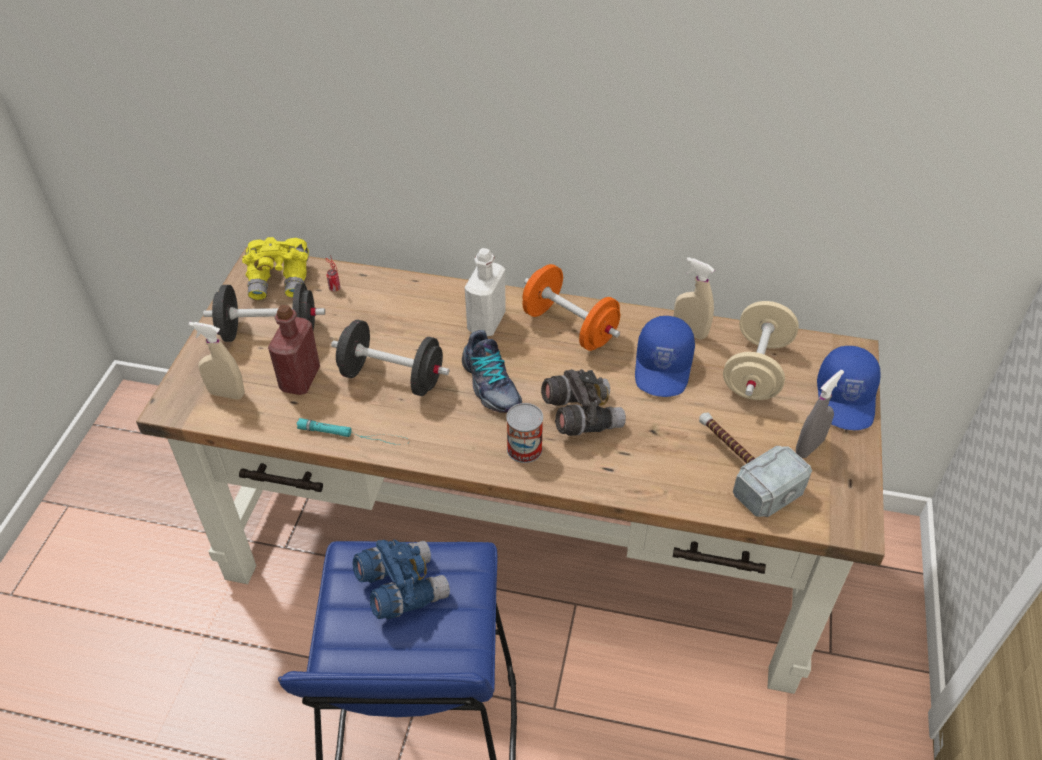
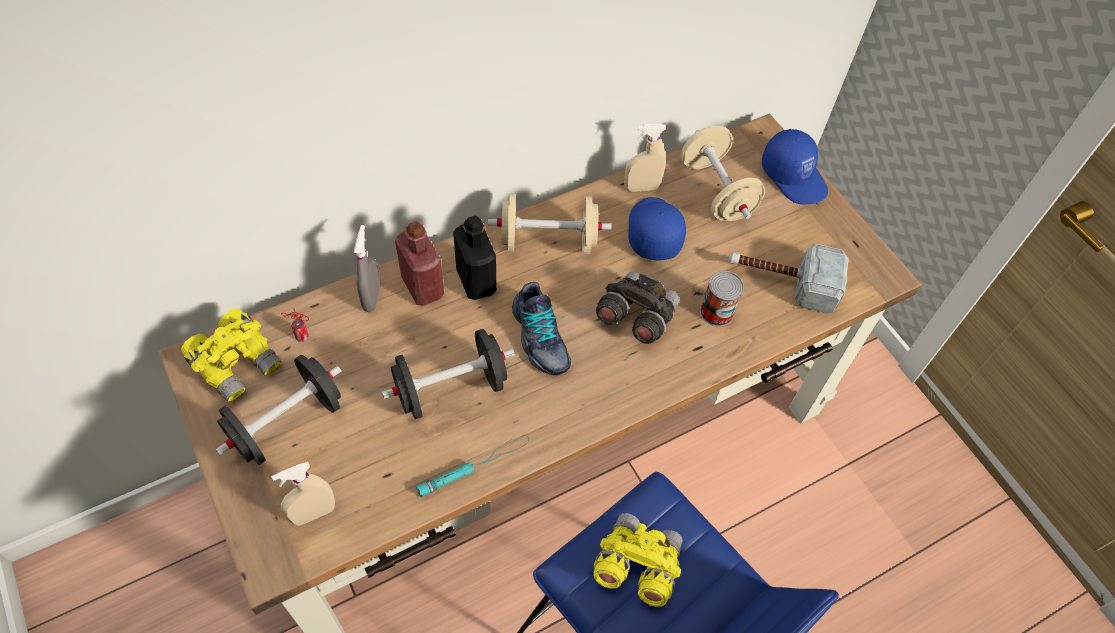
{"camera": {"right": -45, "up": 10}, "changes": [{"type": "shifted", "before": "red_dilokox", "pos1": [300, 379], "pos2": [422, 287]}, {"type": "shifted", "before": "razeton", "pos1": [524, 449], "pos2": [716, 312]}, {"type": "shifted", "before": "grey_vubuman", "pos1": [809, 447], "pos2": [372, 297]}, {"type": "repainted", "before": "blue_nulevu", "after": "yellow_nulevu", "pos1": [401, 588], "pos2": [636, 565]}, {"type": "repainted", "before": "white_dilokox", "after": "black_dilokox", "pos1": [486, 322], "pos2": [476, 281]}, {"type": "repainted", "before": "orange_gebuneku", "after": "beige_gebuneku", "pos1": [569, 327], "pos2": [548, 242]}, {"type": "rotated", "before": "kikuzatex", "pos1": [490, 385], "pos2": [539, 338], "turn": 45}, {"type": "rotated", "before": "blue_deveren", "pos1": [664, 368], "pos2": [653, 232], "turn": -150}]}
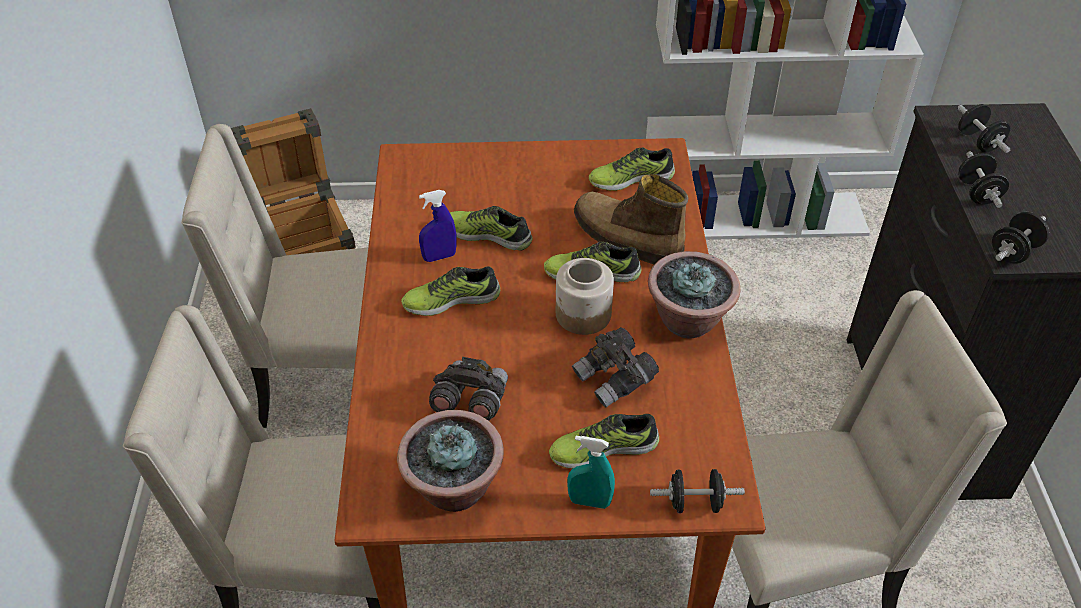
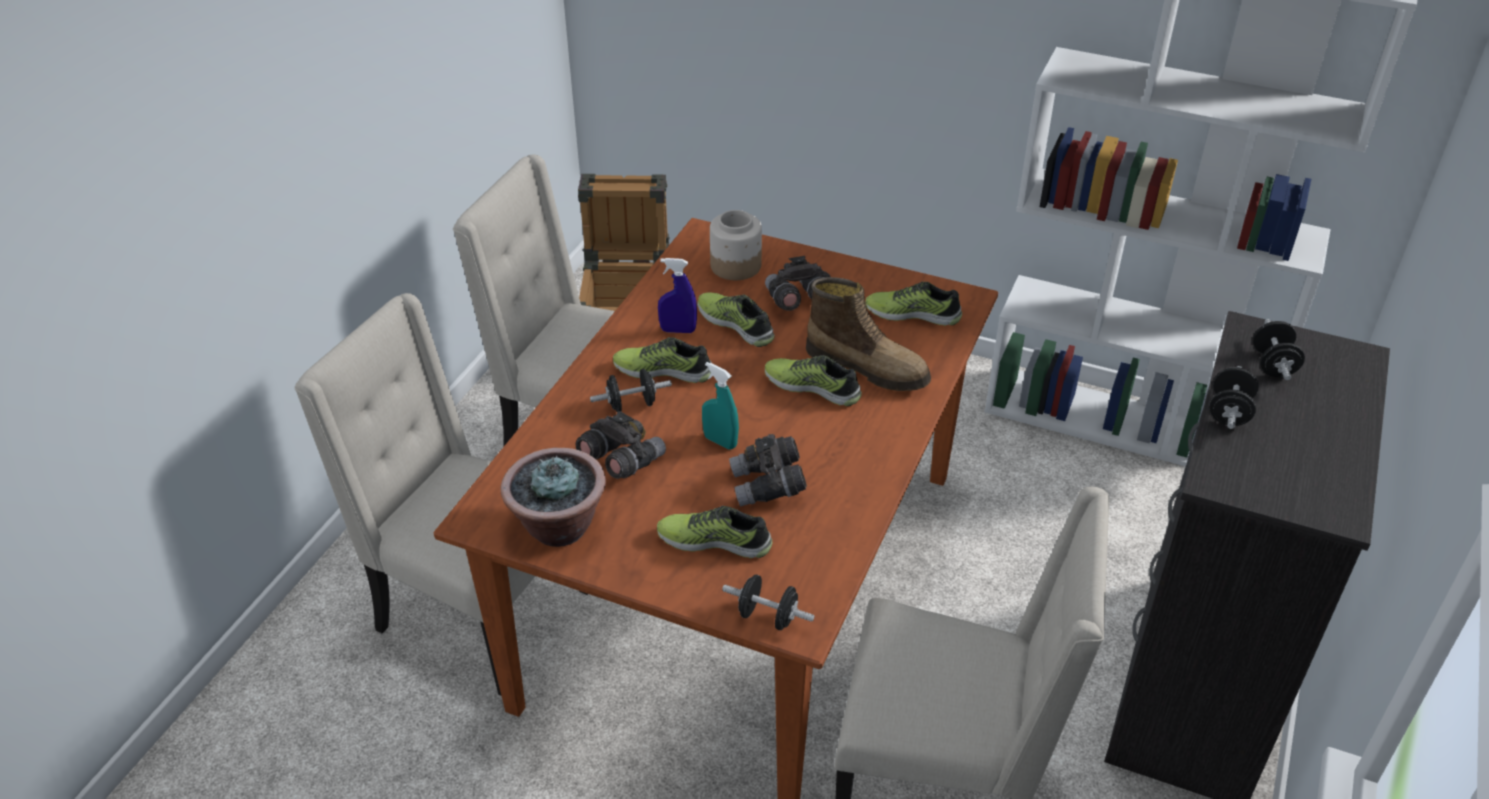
{"camera": {"right": 25, "up": -5}, "changes": [{"type": "gone", "before": "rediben", "pos1": [688, 321]}, {"type": "new", "after": "grey_nulevu", "pos2": [797, 302]}, {"type": "shifted", "before": "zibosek", "pos1": [583, 315], "pos2": [735, 266]}, {"type": "shifted", "before": "turquoise_vubuman", "pos1": [589, 501], "pos2": [720, 441]}, {"type": "shifted", "before": "black_gebuneku", "pos1": [1013, 252], "pos2": [631, 405]}, {"type": "rotated", "before": "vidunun", "pos1": [626, 239], "pos2": [868, 367], "turn": 150}]}
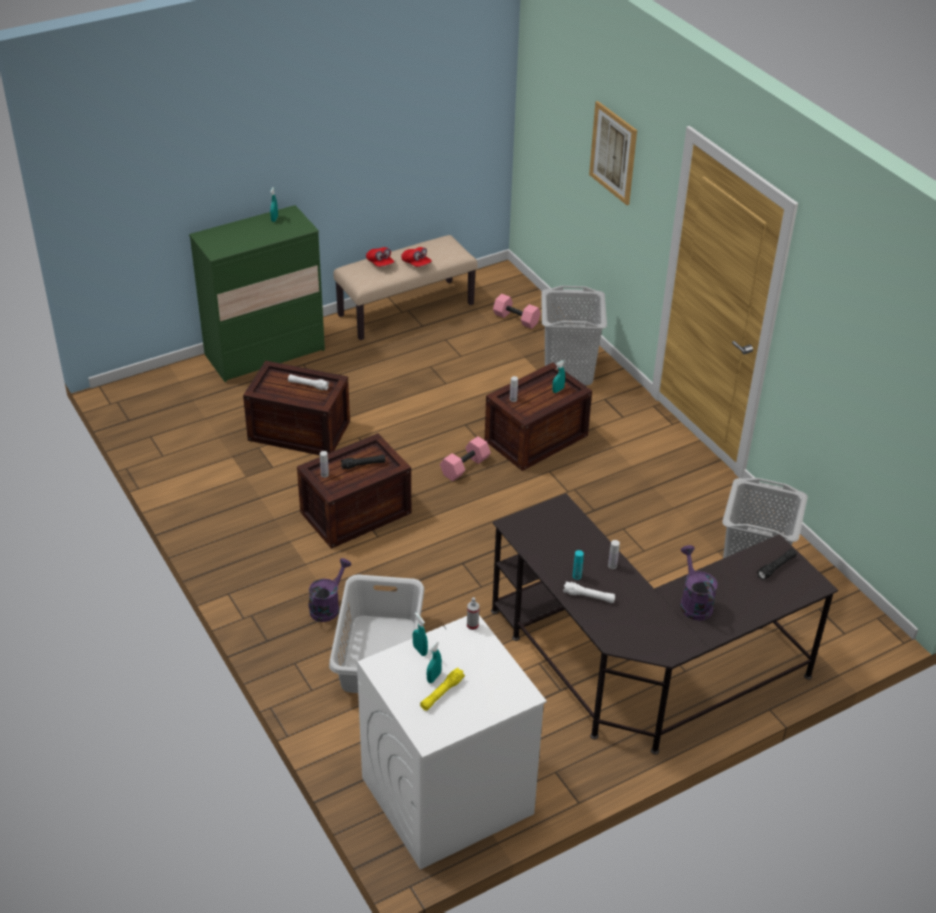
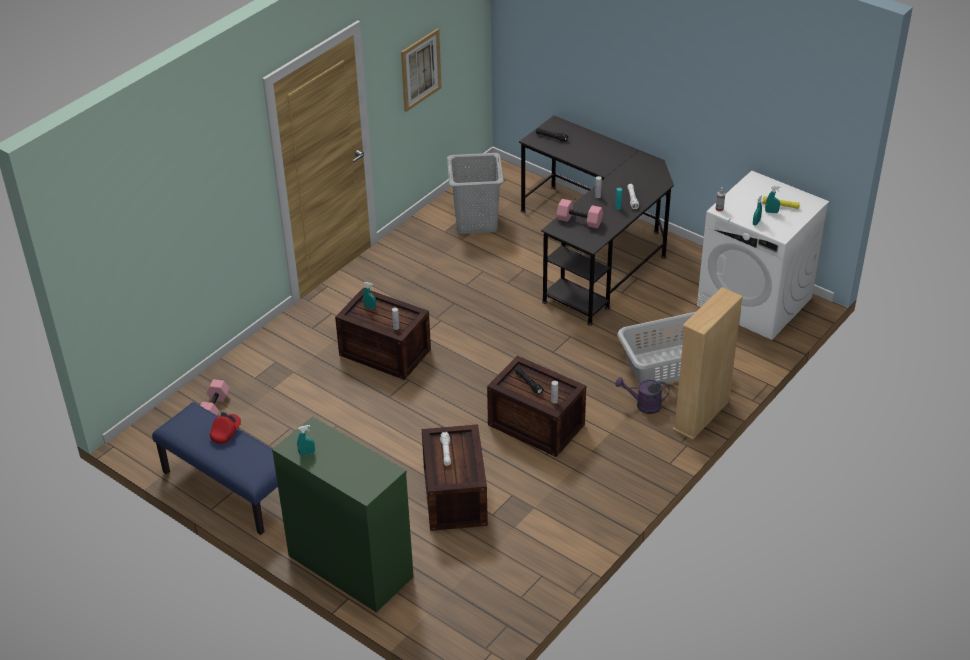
{"camera": {"right": -110, "up": 0}, "changes": [{"type": "gone", "before": "red_deveren", "pos1": [380, 263]}, {"type": "gone", "before": "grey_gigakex", "pos1": [569, 371]}, {"type": "gone", "before": "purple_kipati", "pos1": [693, 602]}, {"type": "new", "after": "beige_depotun", "pos2": [701, 415]}, {"type": "shifted", "before": "pink_gebuneku", "pos1": [465, 467], "pos2": [580, 220]}, {"type": "shifted", "before": "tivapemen", "pos1": [613, 153], "pos2": [420, 69]}, {"type": "repainted", "before": "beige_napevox", "after": "blue_napevox", "pos1": [406, 309], "pos2": [228, 488]}]}
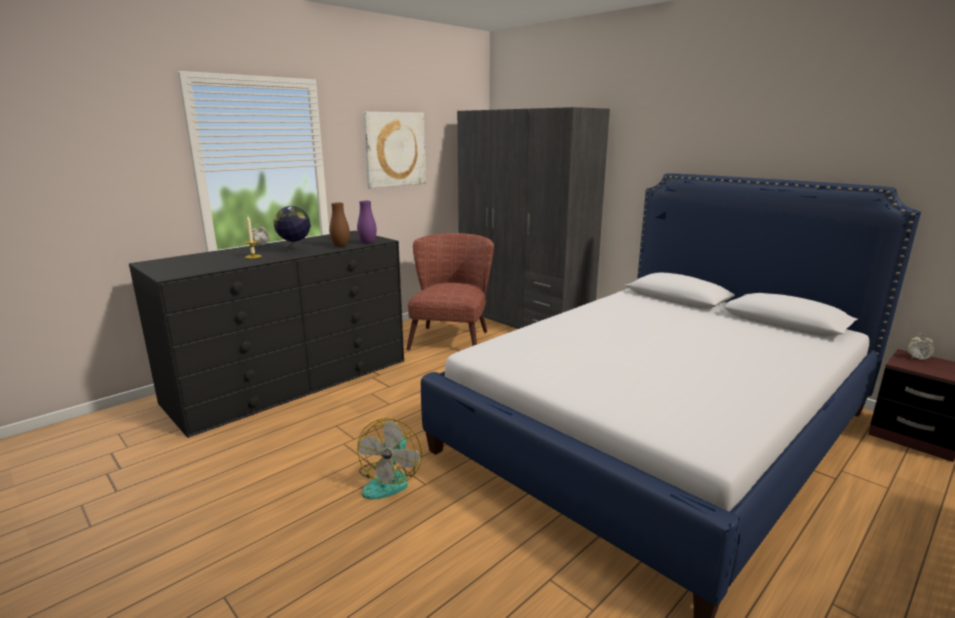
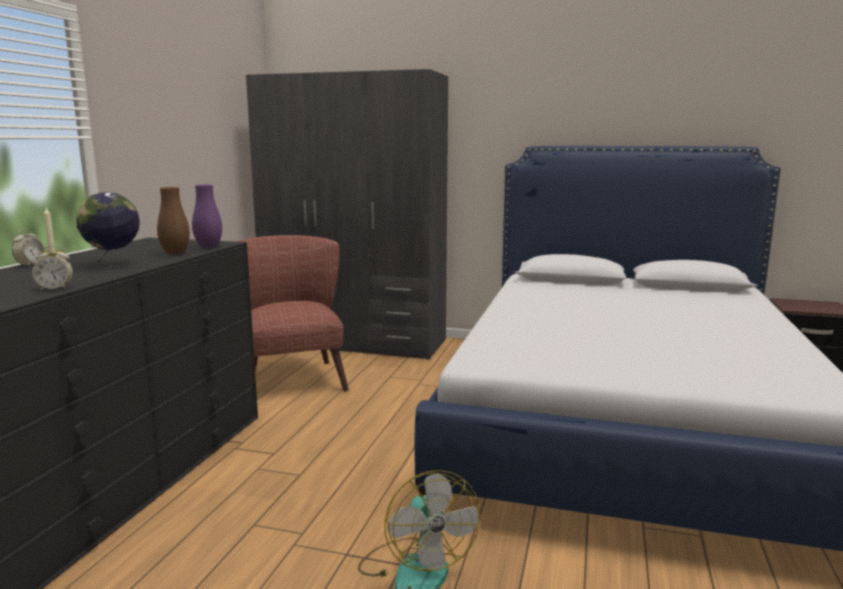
{"camera": {"right": -30, "up": -5}, "changes": [{"type": "gone", "before": "tivapemen", "pos1": [394, 149]}, {"type": "shifted", "before": "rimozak", "pos1": [917, 358], "pos2": [55, 288]}]}
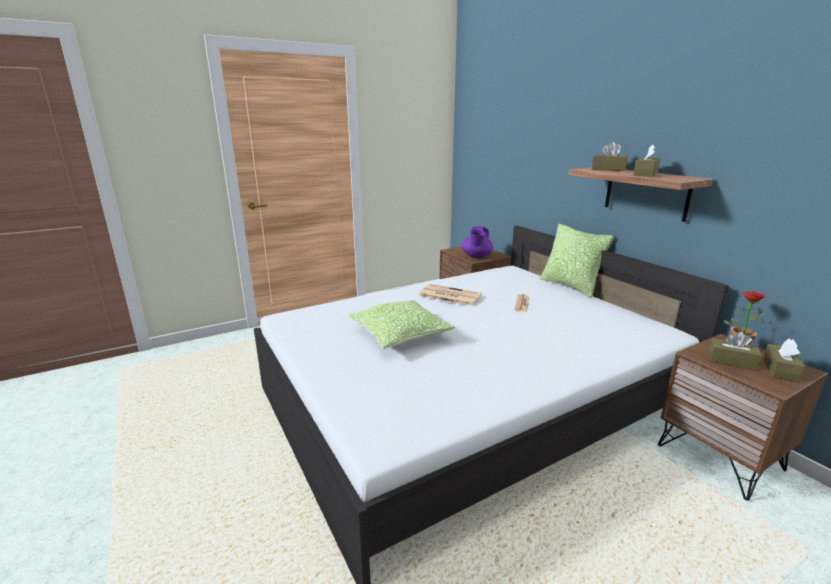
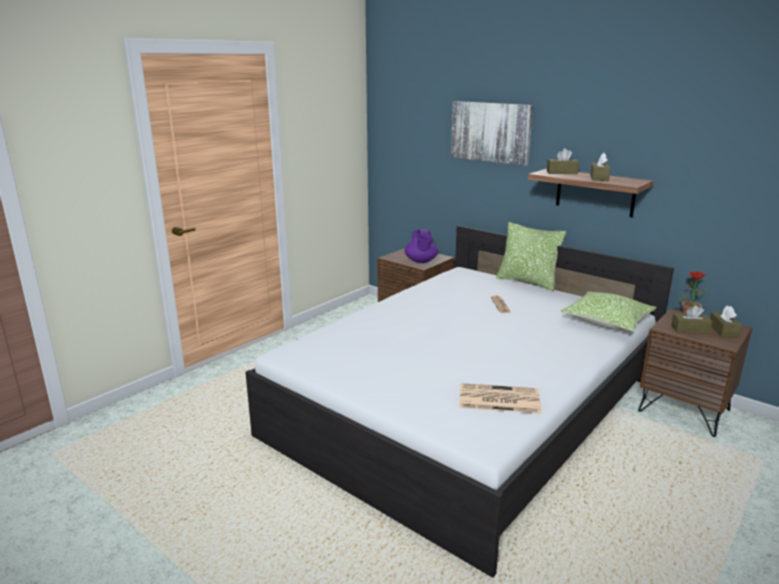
{"camera": {"right": -20, "up": 0}, "changes": [{"type": "new", "after": "tivapemen", "pos2": [491, 132]}, {"type": "shifted", "before": "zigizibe", "pos1": [400, 335], "pos2": [607, 321]}, {"type": "shifted", "before": "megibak", "pos1": [448, 295], "pos2": [497, 399]}]}
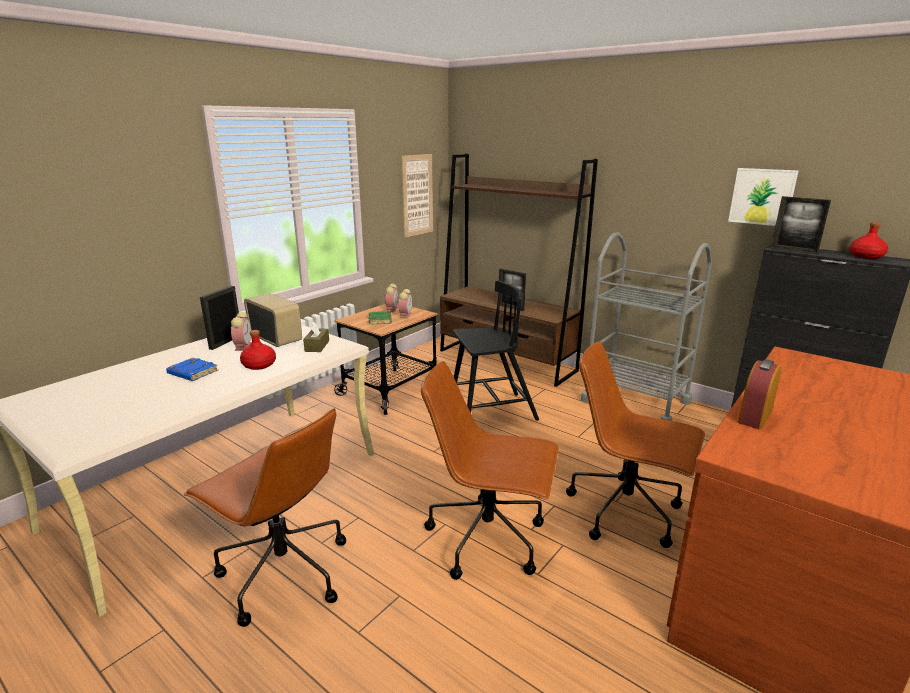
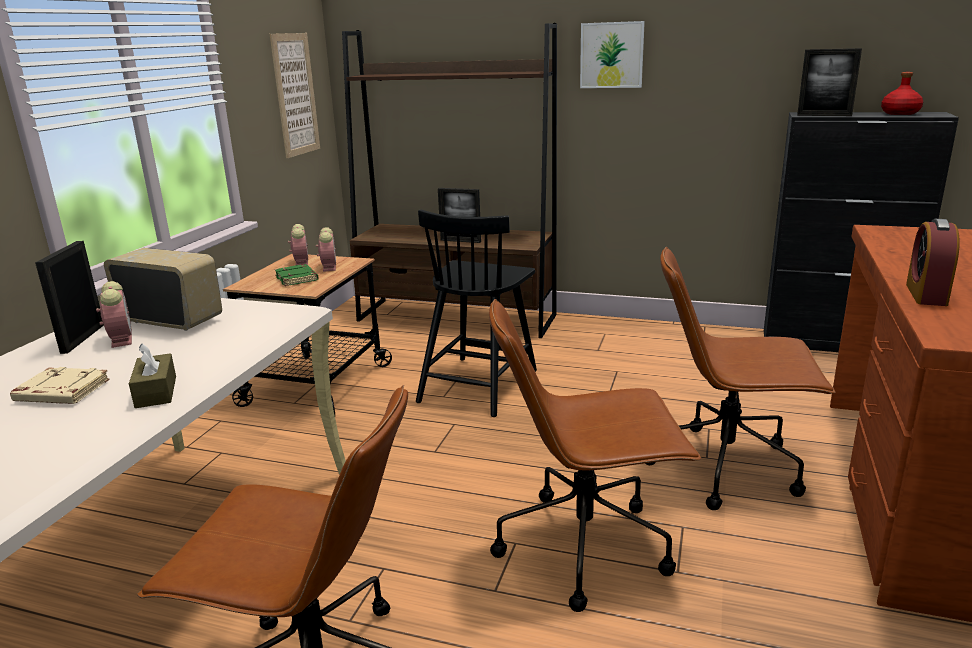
{"camera": {"right": -20, "up": 0}, "changes": [{"type": "gone", "before": "red_dilokox", "pos1": [258, 365]}, {"type": "gone", "before": "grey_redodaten", "pos1": [635, 401]}, {"type": "shifted", "before": "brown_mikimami", "pos1": [317, 346], "pos2": [156, 392]}, {"type": "shifted", "before": "tivapemen", "pos1": [762, 196], "pos2": [611, 55]}, {"type": "repainted", "before": "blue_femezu", "after": "beige_femezu", "pos1": [192, 373], "pos2": [61, 392]}, {"type": "rotated", "before": "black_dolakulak", "pos1": [490, 412], "pos2": [478, 384], "turn": 150}]}
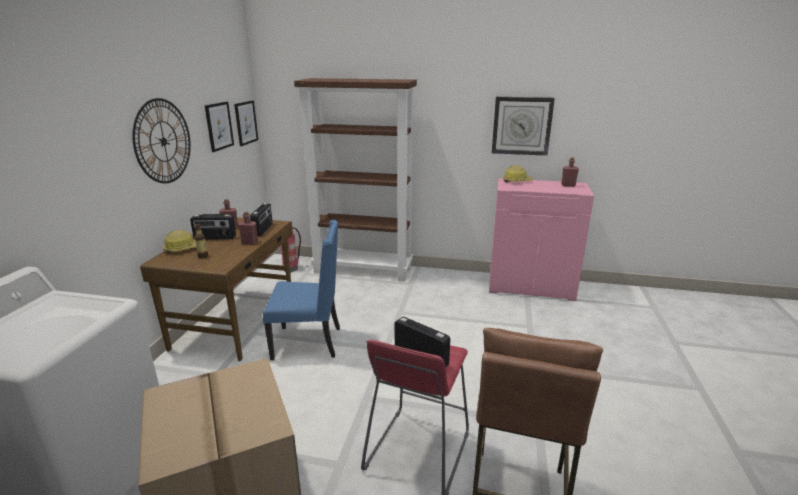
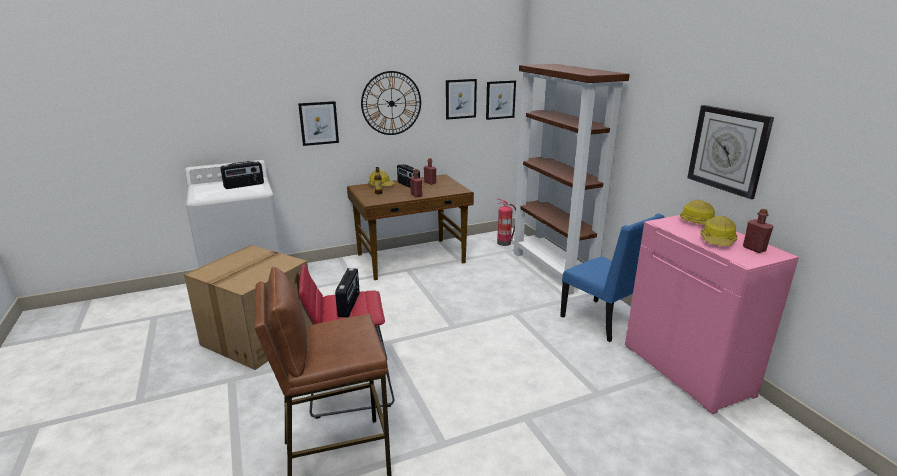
{"camera": {"right": 55, "up": 0}, "changes": [{"type": "new", "after": "tivapemen", "pos2": [318, 123]}, {"type": "new", "after": "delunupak", "pos2": [718, 241]}, {"type": "shifted", "before": "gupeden", "pos1": [263, 230], "pos2": [244, 185]}, {"type": "shifted", "before": "blue_dolakulak", "pos1": [309, 342], "pos2": [602, 321]}]}
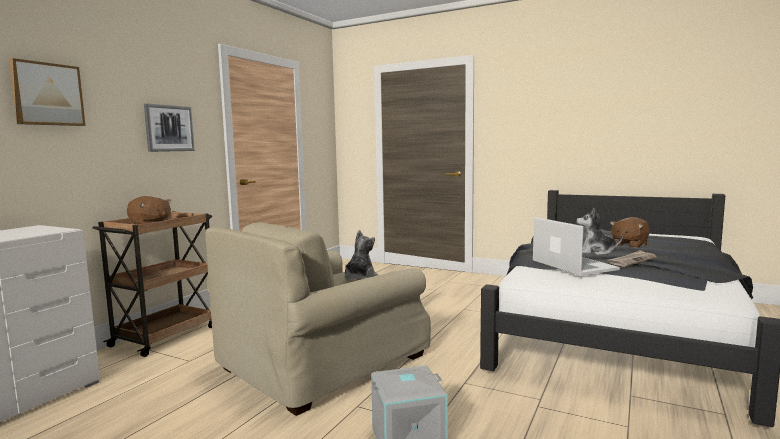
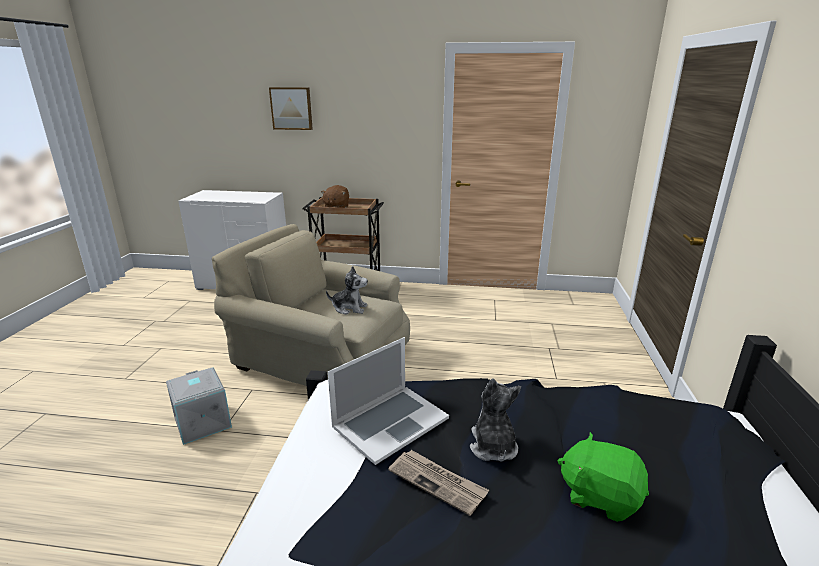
{"camera": {"right": 70, "up": 15}, "changes": [{"type": "gone", "before": "tivapemen", "pos1": [169, 128]}, {"type": "repainted", "before": "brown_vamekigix", "after": "green_vamekigix", "pos1": [629, 245], "pos2": [599, 495]}]}
